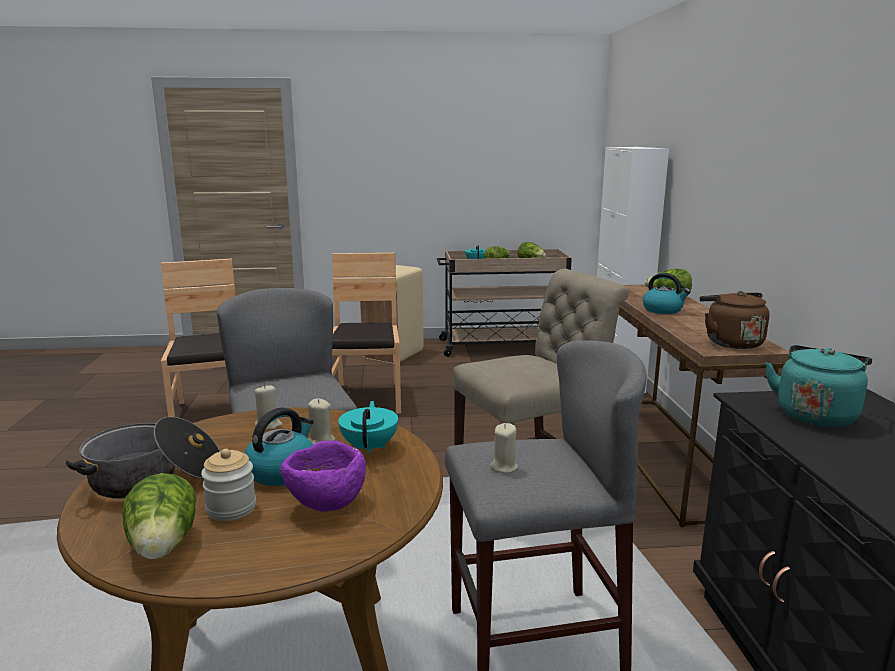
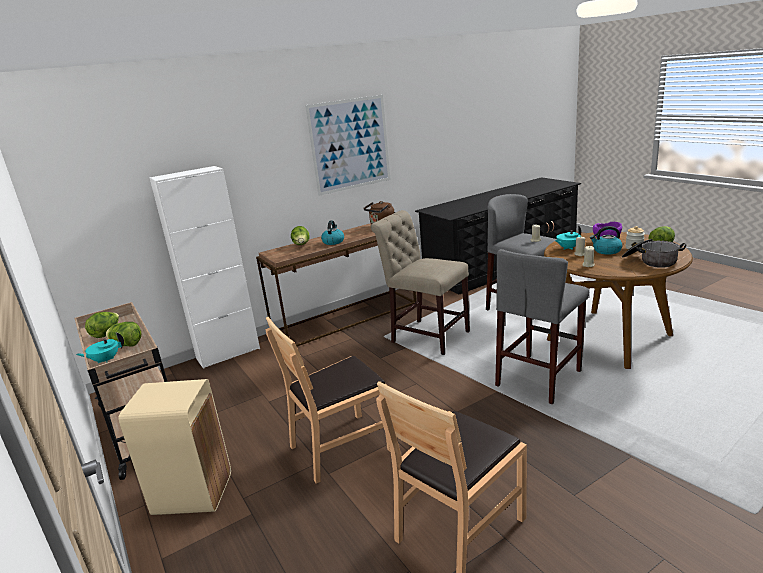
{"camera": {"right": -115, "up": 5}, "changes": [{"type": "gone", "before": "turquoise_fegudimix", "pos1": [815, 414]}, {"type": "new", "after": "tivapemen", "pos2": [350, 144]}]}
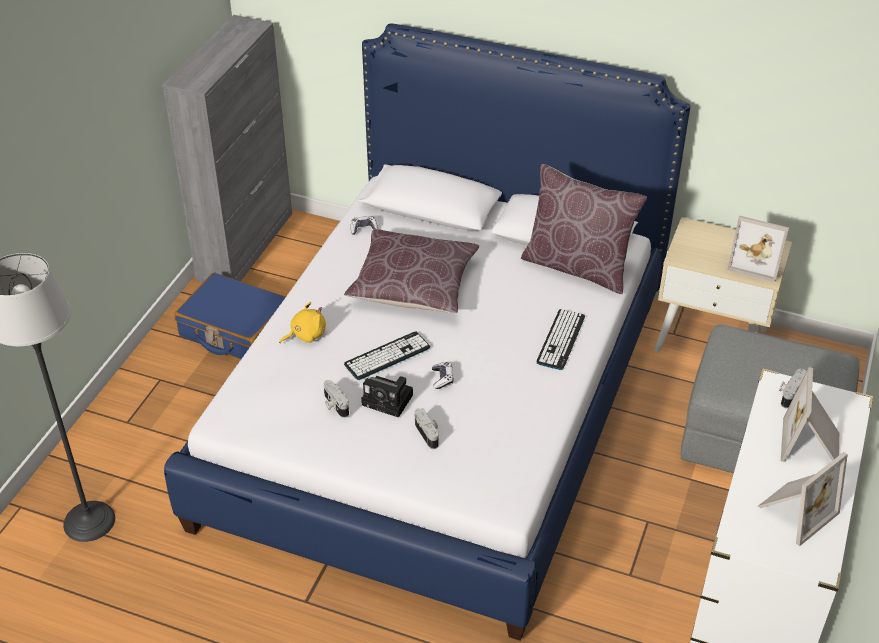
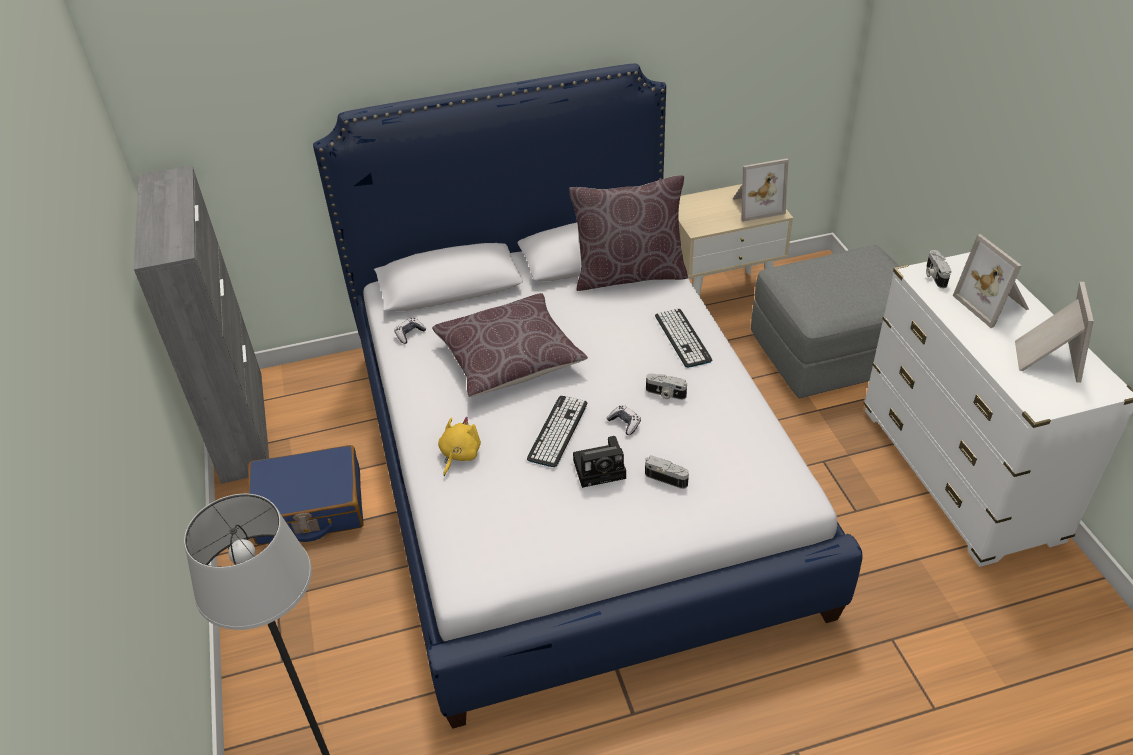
{"camera": {"right": -35, "up": 0}, "changes": [{"type": "shifted", "before": "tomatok", "pos1": [334, 405], "pos2": [665, 394]}]}
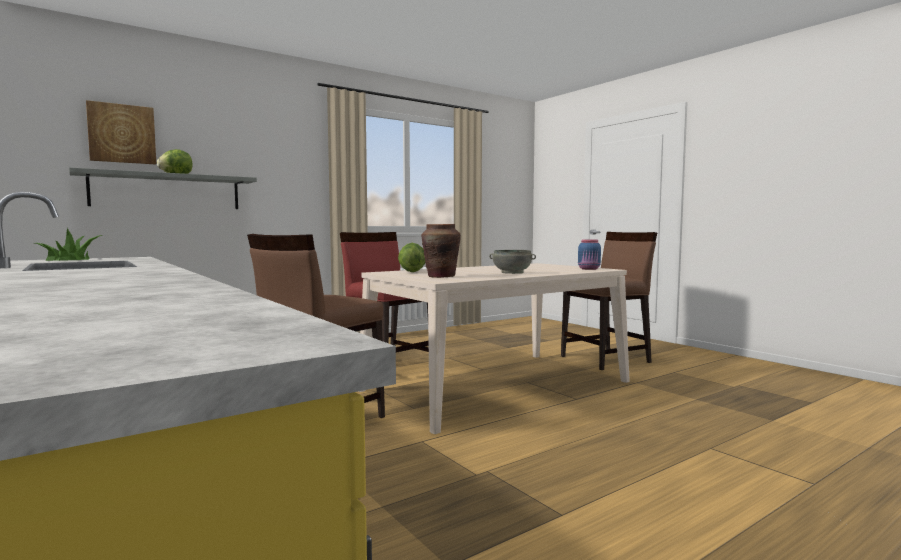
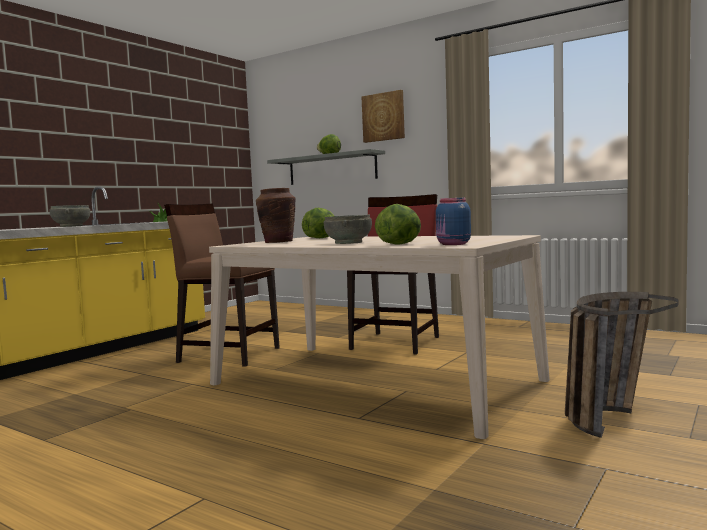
{"camera": {"right": 70, "up": 0}, "changes": [{"type": "new", "after": "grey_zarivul", "pos2": [70, 226]}, {"type": "new", "after": "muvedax", "pos2": [400, 244]}, {"type": "shifted", "before": "tivapemen", "pos1": [122, 134], "pos2": [383, 117]}, {"type": "swapped", "before": "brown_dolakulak", "after": "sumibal", "pos1": [606, 359], "pos2": [609, 416]}]}
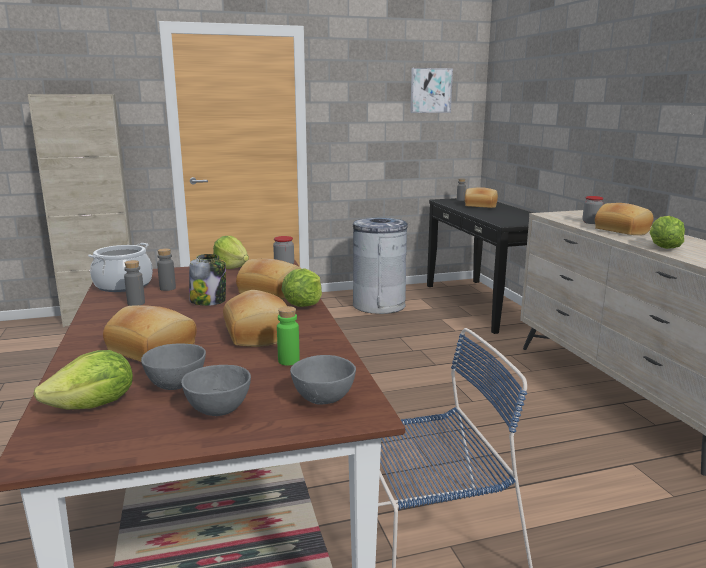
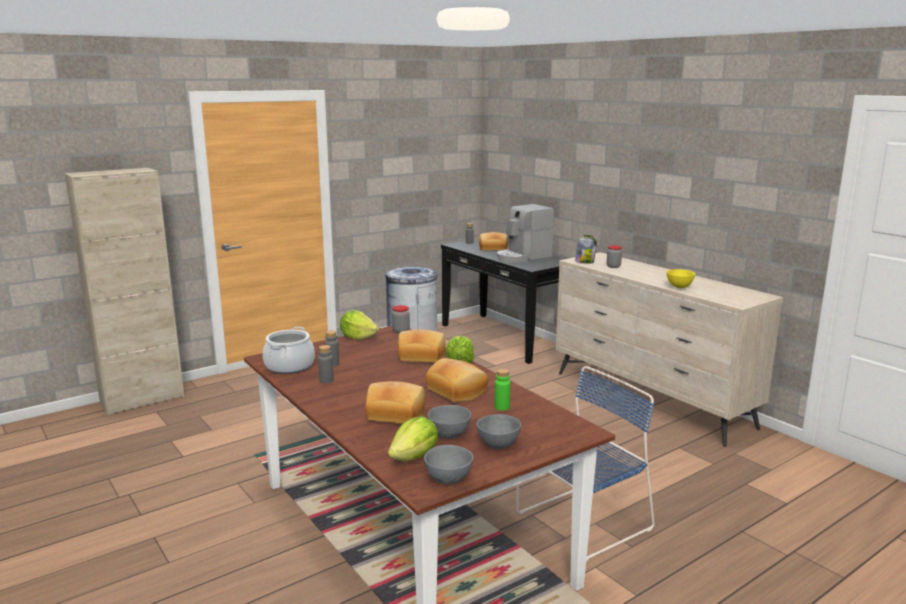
{"camera": {"right": -20, "up": 0}, "changes": [{"type": "gone", "before": "tivapemen", "pos1": [430, 90]}, {"type": "gone", "before": "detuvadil", "pos1": [623, 230]}, {"type": "new", "after": "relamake", "pos2": [523, 257]}, {"type": "shifted", "before": "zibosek", "pos1": [209, 301], "pos2": [584, 262]}, {"type": "shifted", "before": "grey_zarivul", "pos1": [324, 400], "pos2": [449, 480]}, {"type": "swapped", "before": "muvedax", "after": "yellow_zarivul", "pos1": [663, 247], "pos2": [679, 287]}]}
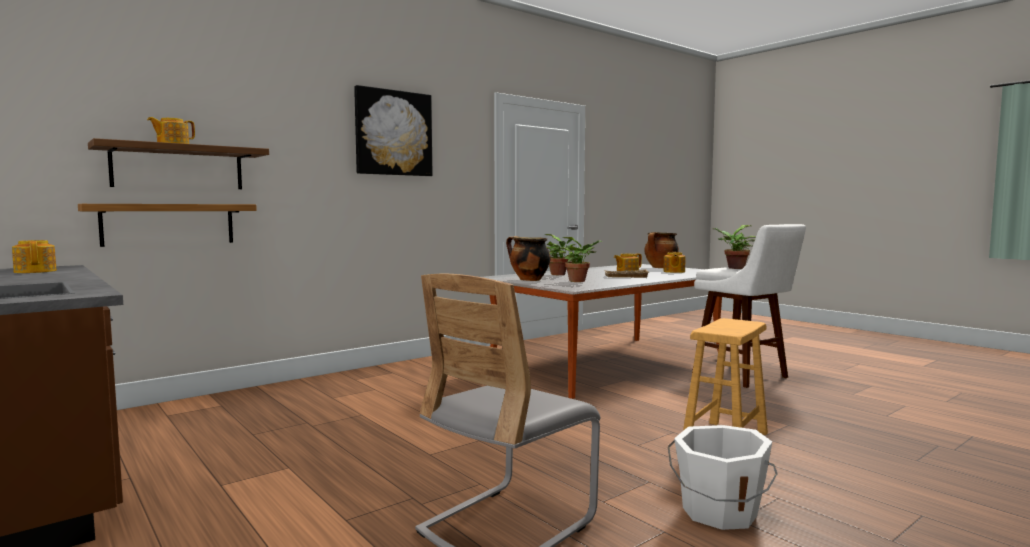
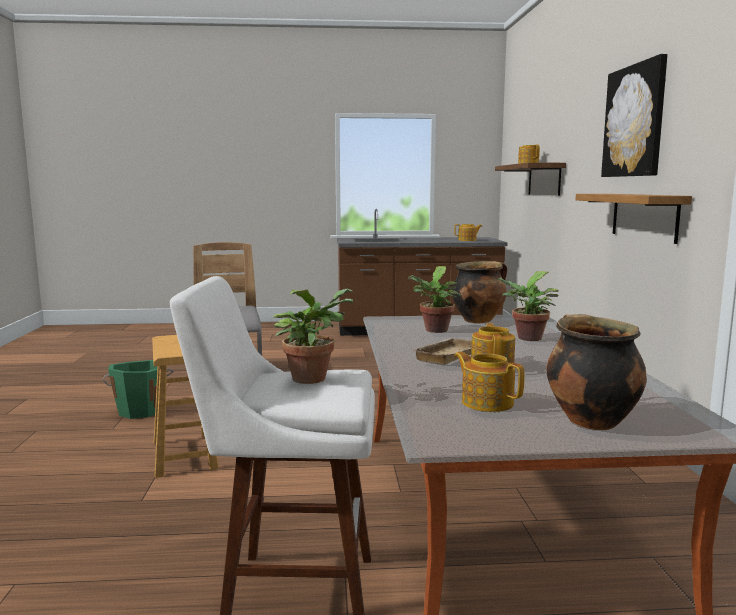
{"camera": {"right": 125, "up": 5}, "changes": [{"type": "shifted", "before": "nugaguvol", "pos1": [169, 224], "pos2": [644, 216]}, {"type": "repainted", "before": "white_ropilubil", "after": "green_ropilubil", "pos1": [719, 512], "pos2": [141, 410]}]}
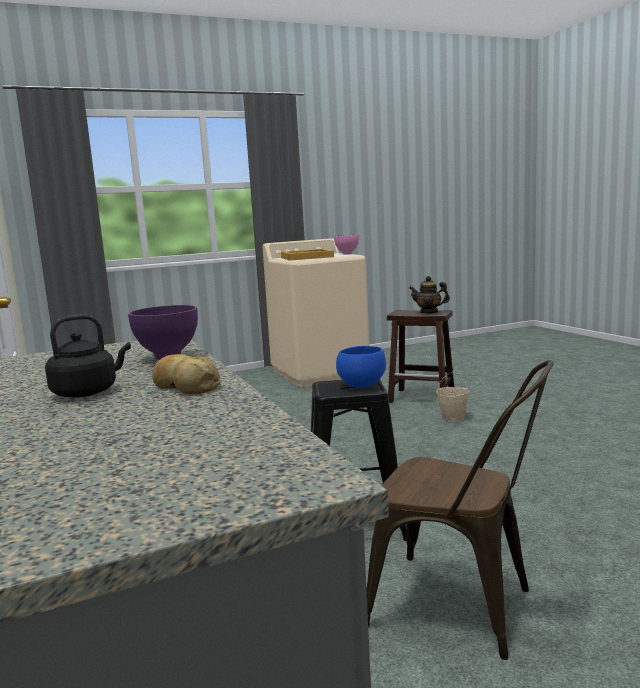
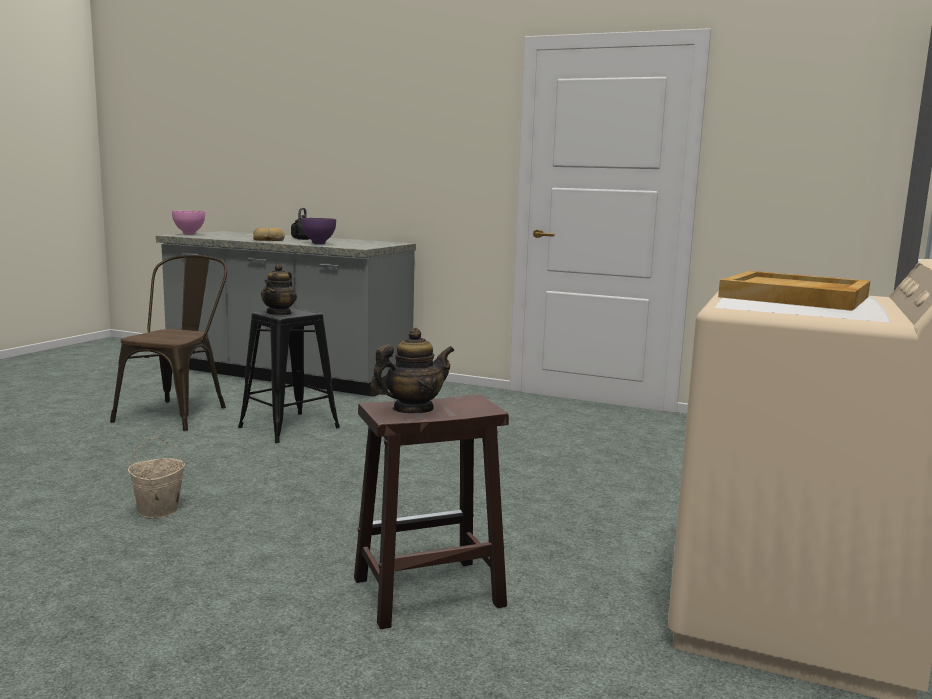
{"camera": {"right": 135, "up": 0}, "changes": [{"type": "shifted", "before": "pink_zarivul", "pos1": [347, 254], "pos2": [188, 234]}, {"type": "shifted", "before": "beige_ropilubil", "pos1": [453, 417], "pos2": [158, 511]}, {"type": "swapped", "before": "blue_zarivul", "after": "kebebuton", "pos1": [360, 385], "pos2": [279, 313]}, {"type": "rotated", "before": "brown_dolakulak", "pos1": [463, 608], "pos2": [178, 412], "turn": 120}]}
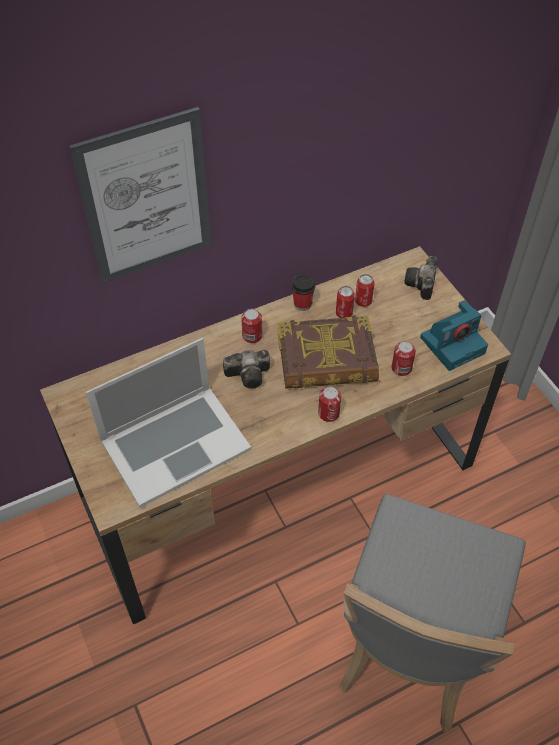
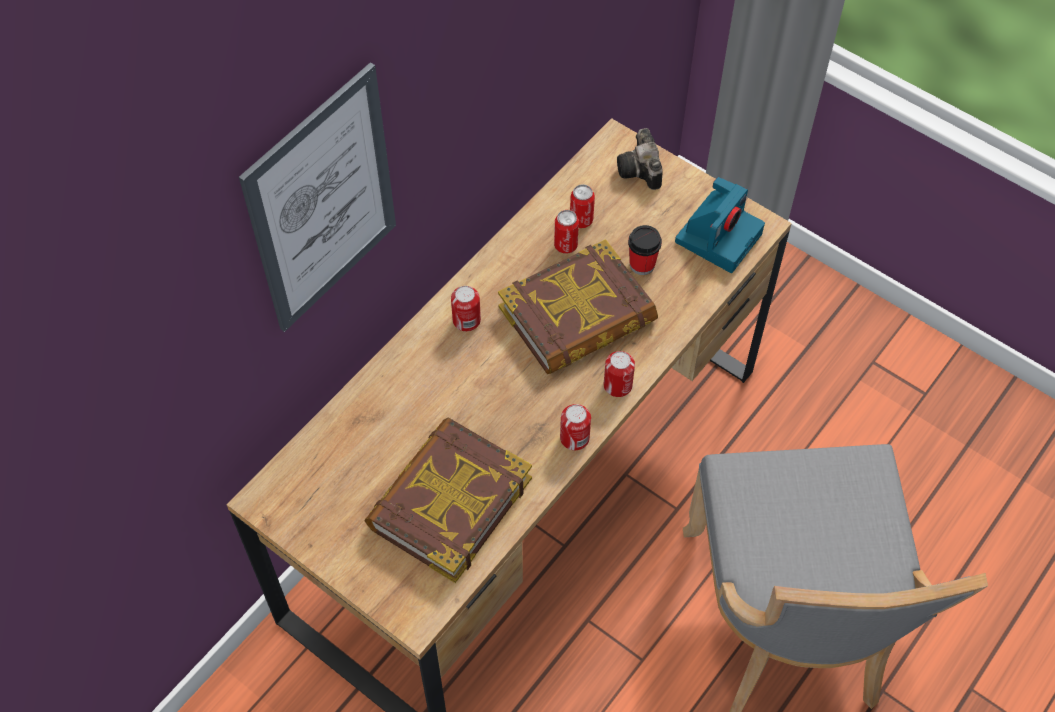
{"camera": {"right": -25, "up": 5}, "changes": [{"type": "gone", "before": "tomatok", "pos1": [250, 375]}, {"type": "shifted", "before": "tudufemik", "pos1": [302, 304], "pos2": [642, 264]}, {"type": "shifted", "before": "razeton", "pos1": [401, 368], "pos2": [574, 438]}, {"type": "swapped", "before": "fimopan", "after": "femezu", "pos1": [174, 443], "pos2": [449, 503]}]}
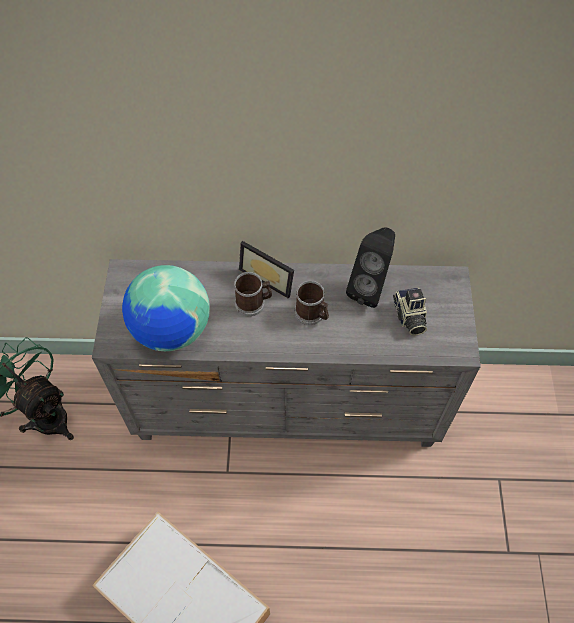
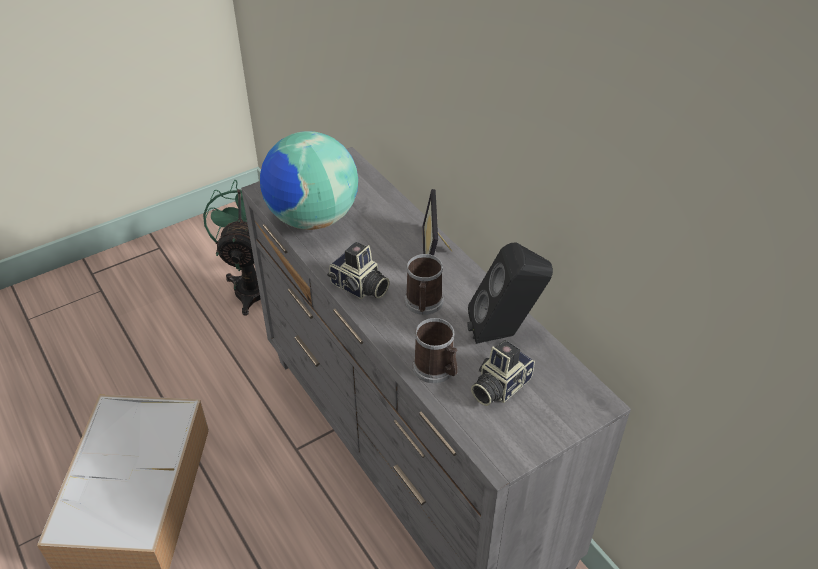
{"camera": {"right": 55, "up": -15}, "changes": [{"type": "new", "after": "tomatok", "pos2": [359, 287]}, {"type": "shifted", "before": "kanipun", "pos1": [253, 303], "pos2": [437, 369]}]}
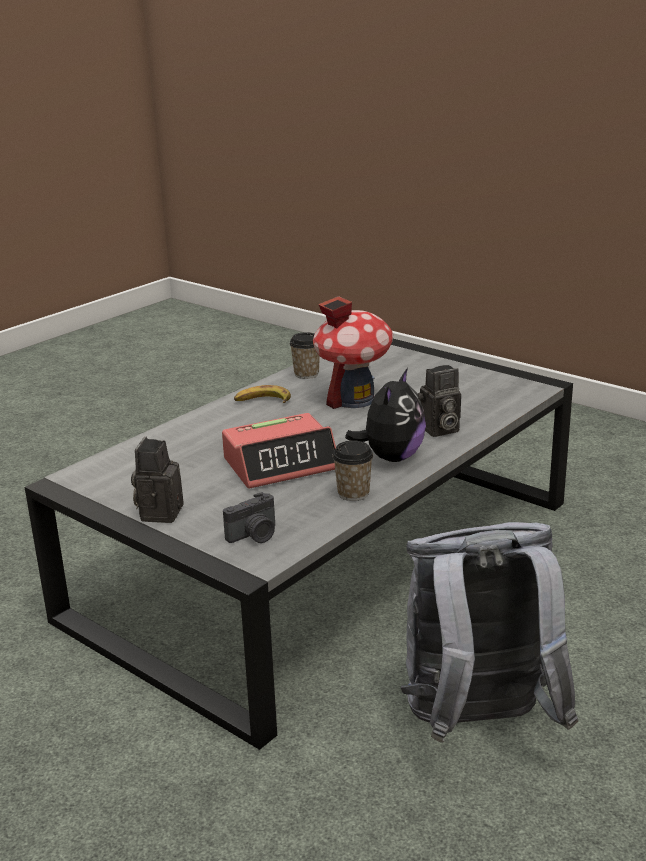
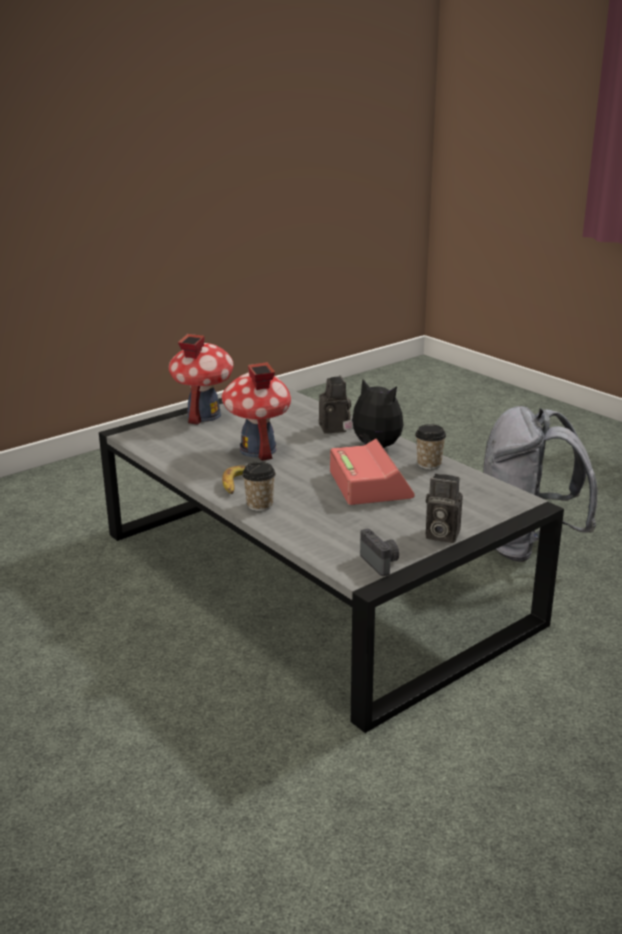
{"camera": {"right": -80, "up": 0}, "changes": [{"type": "new", "after": "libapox", "pos2": [203, 415]}, {"type": "shifted", "before": "tomatok", "pos1": [254, 536], "pos2": [381, 563]}, {"type": "shifted", "before": "tudufemik", "pos1": [306, 374], "pos2": [259, 505]}]}
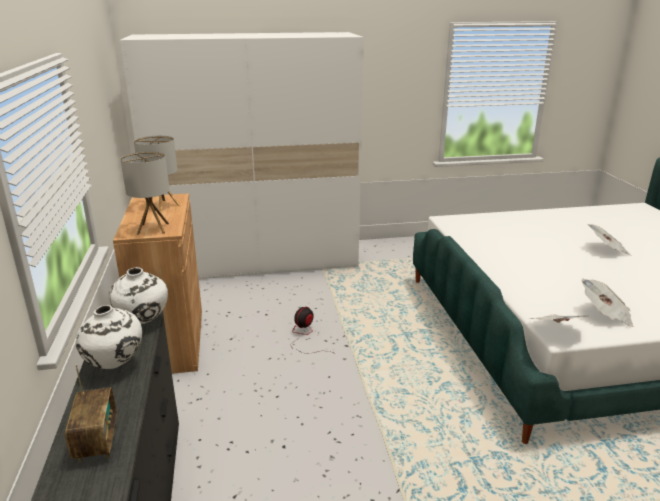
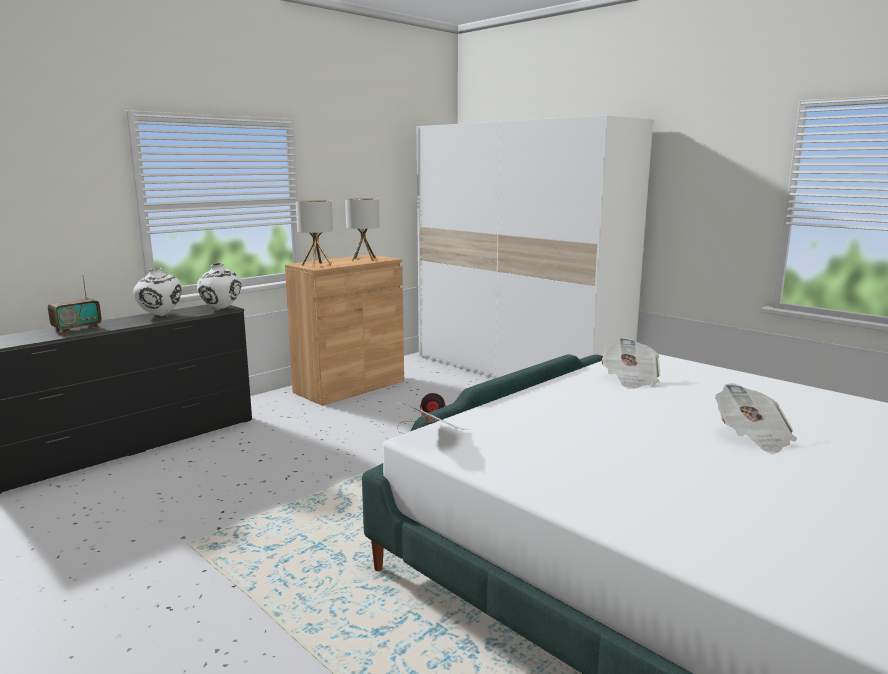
{"camera": {"right": 55, "up": -10}, "changes": [{"type": "shifted", "before": "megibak", "pos1": [605, 315], "pos2": [630, 379]}]}
